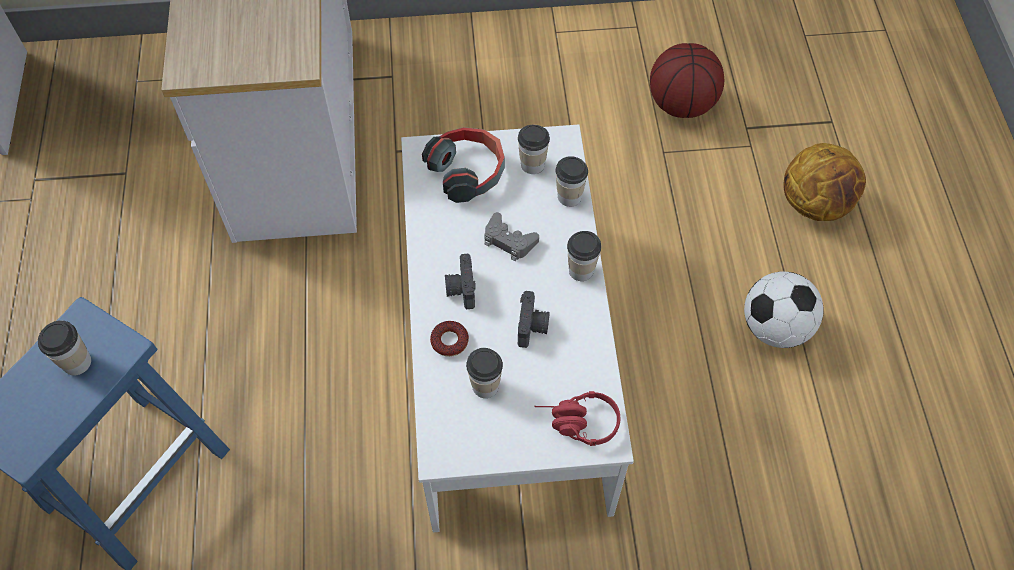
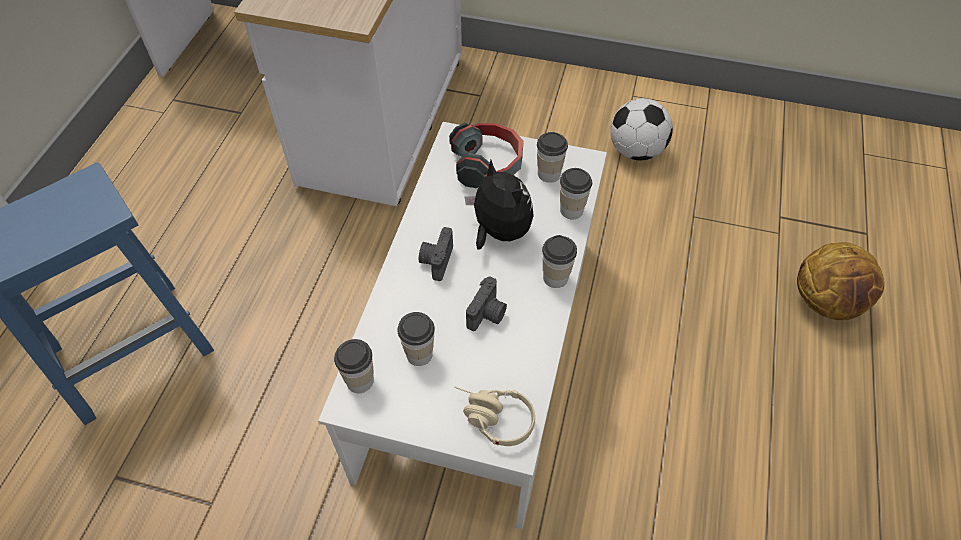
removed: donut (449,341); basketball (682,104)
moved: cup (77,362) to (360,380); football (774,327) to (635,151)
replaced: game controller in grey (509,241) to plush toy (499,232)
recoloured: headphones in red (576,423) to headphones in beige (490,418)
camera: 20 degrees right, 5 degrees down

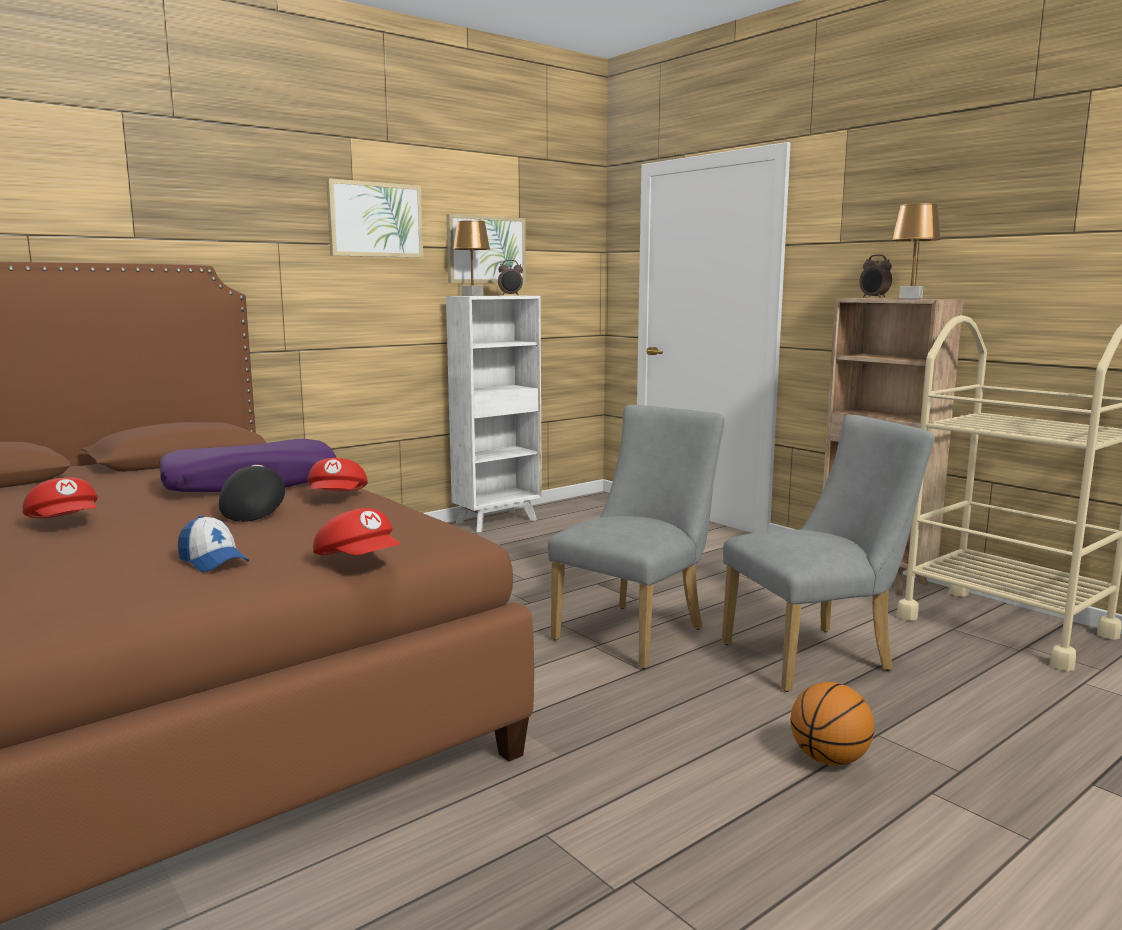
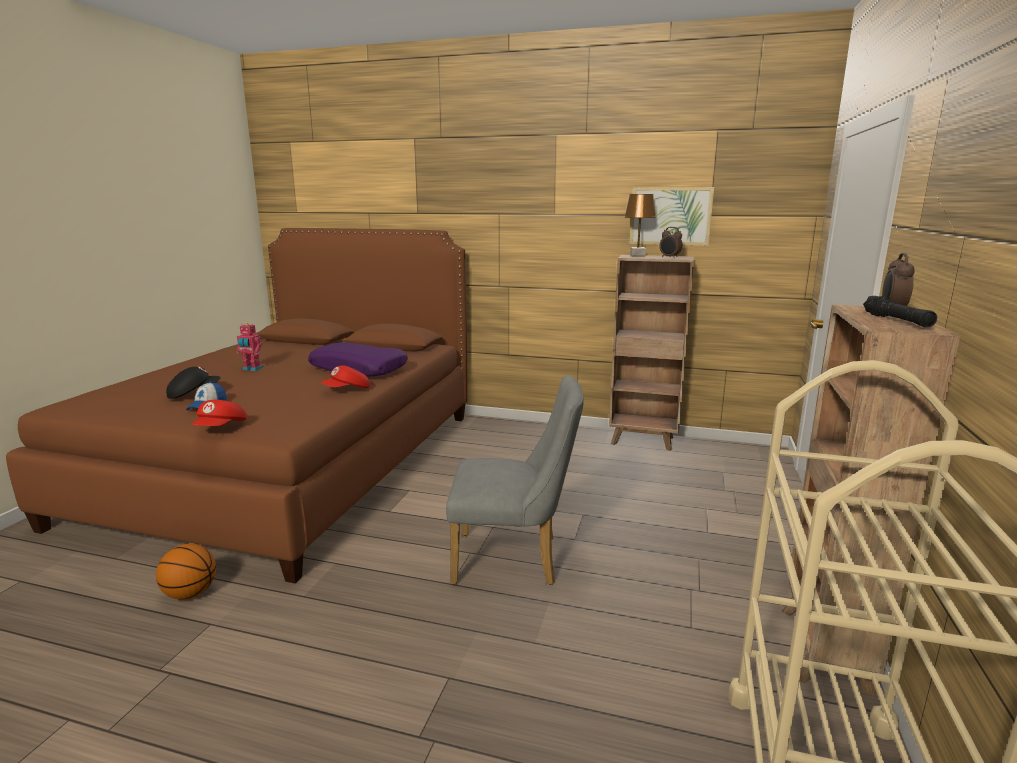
removed: picture (375,220); chair in grey (817,656)
moved: cap in black (254,511) to (193,393); basketball (828,759) to (190,593)
replaced: cap in red (66,523) to toy robot (251,369); table lamp in brown (910,298) to flashlight in black (897,321)
recoloured: bookcase in white (498,521) to bookcase in brown (643,441)
camera: 55 degrees right, 5 degrees up

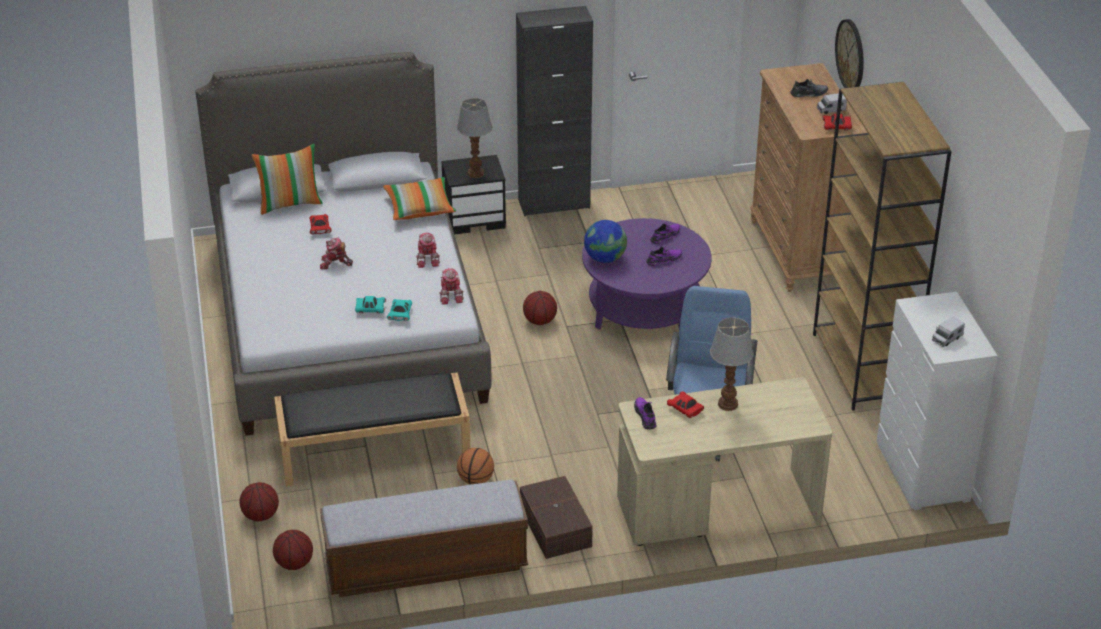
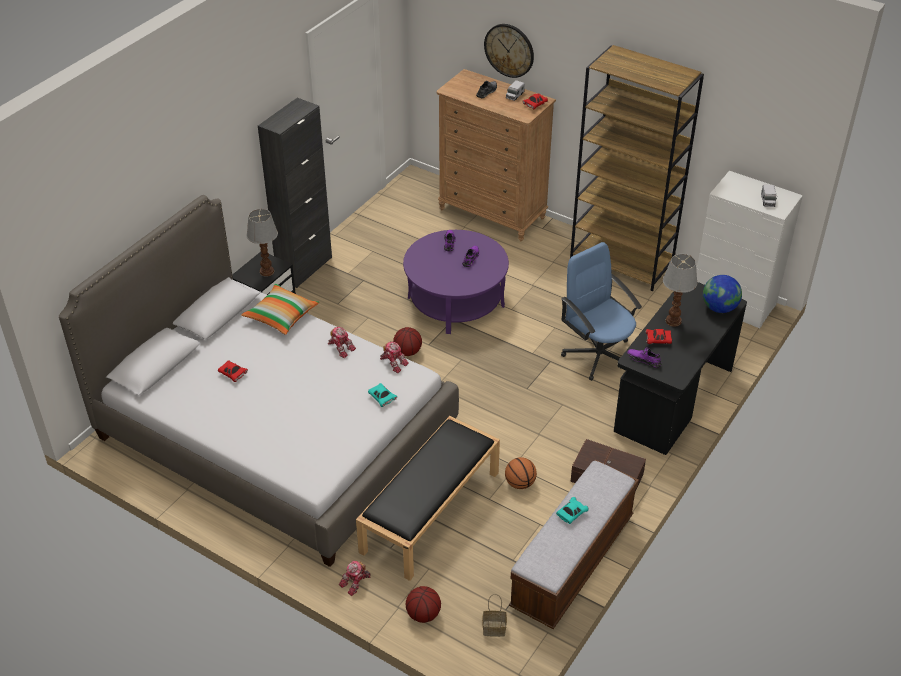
removed: pillow (290,203)
moved: toy robot (335,263) to (356,582); toy car in turquoise (370,309) to (571,514); globe (605,258) to (719,308)
replaced: basketball (294,563) to basket (493,629)
recoloured: desk in beige (717,510) to desk in black (672,400)
camera: 45 degrees left, 5 degrees up

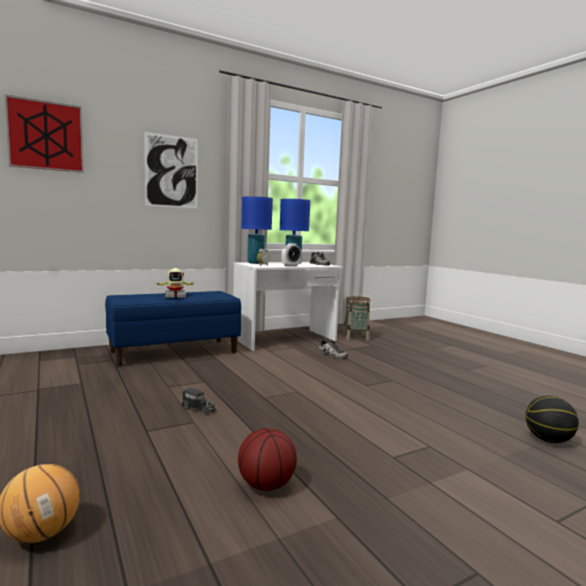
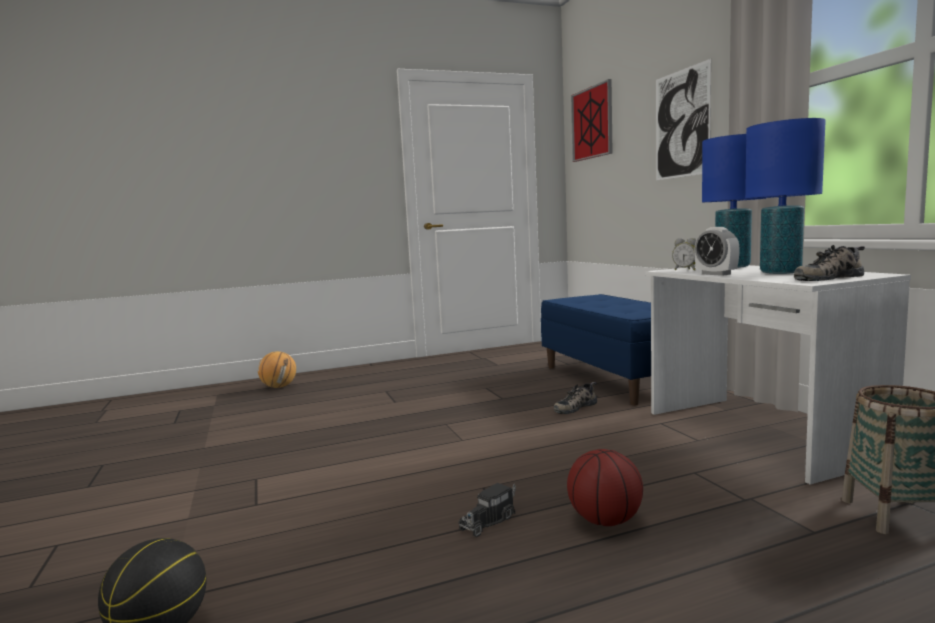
removed: toy robot (175,296)
moved: toy truck (197,408) to (489,521); basketball (266,485) to (604,520); shoe (331,355) to (575,406)
camera: 100 degrees right, 0 degrees up

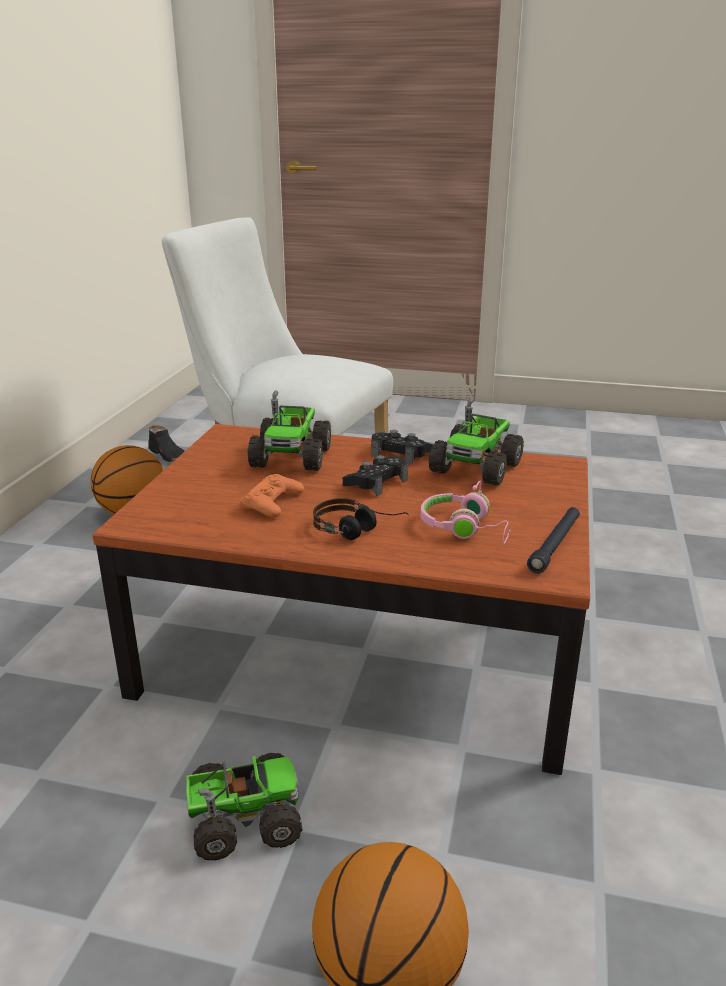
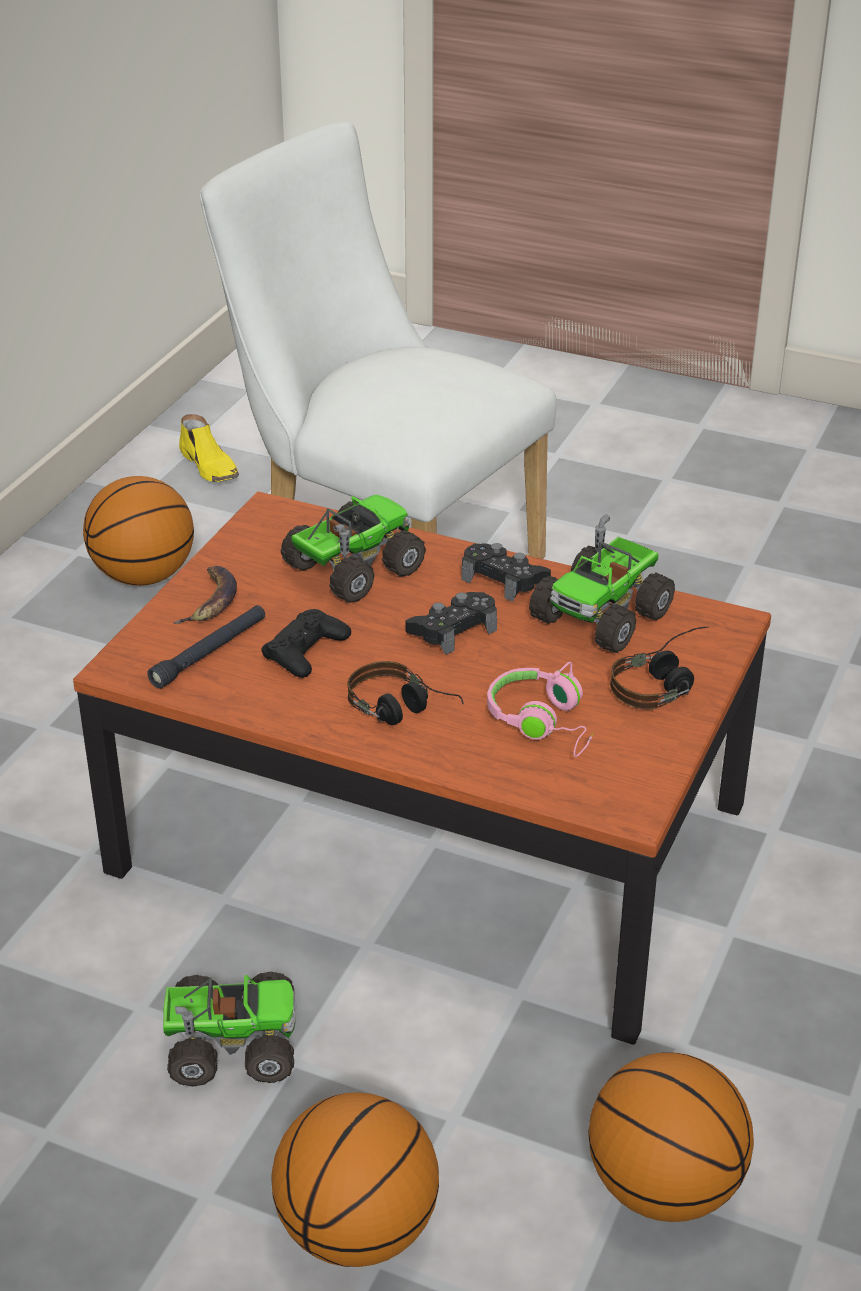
added: banana (210,600); basketball (664,1188); headphones (665,683)
moved: flashlight in black (555,545) to (210,653)
recoloured: shoe in black (169,455) to shoe in yellow (210,466); game controller in orange (272,502) to game controller in black (306,651)
turned: toy truck (292,457) = (351,569) 150 degrees counterclockwise
camera: 10 degrees right, 10 degrees up

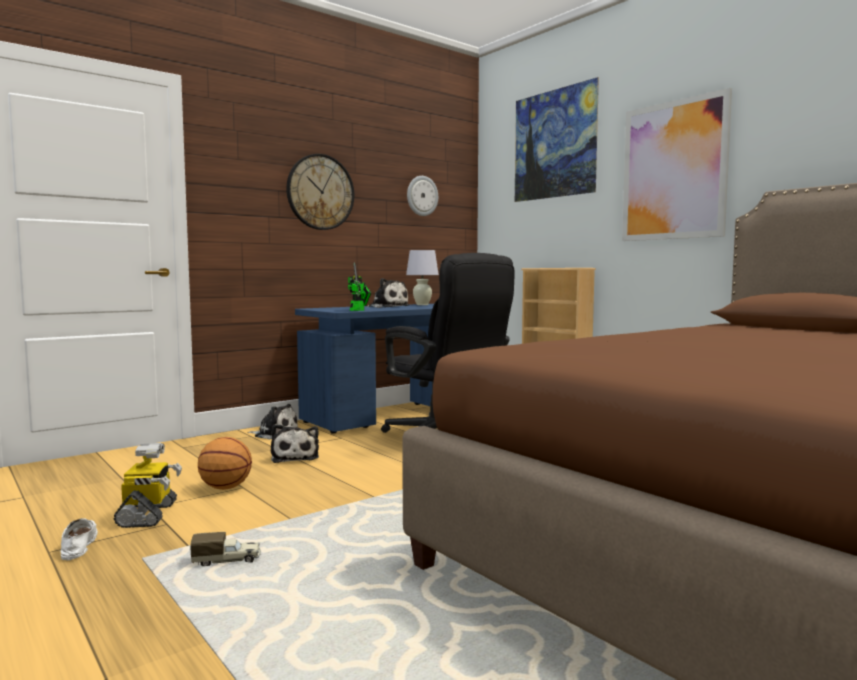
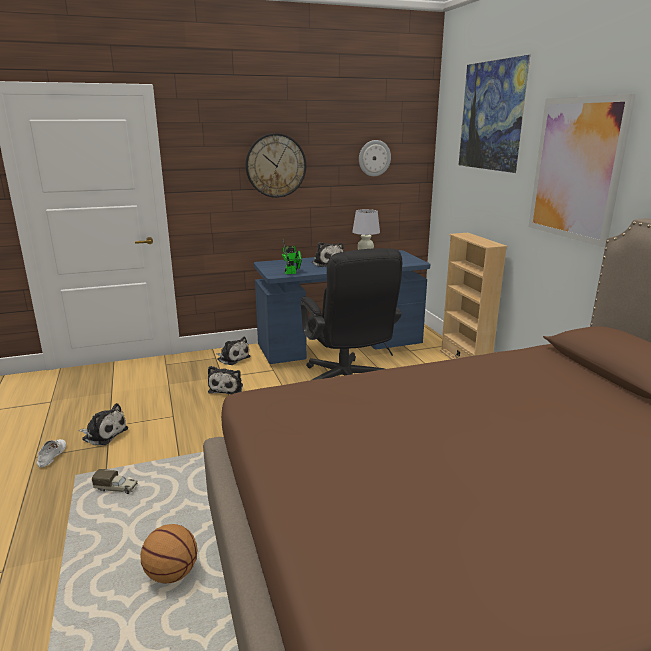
moved: basketball (225,488) to (171,574)
replaced: toy robot (148,515) to plush toy (103,434)
camera: 20 degrees right, 15 degrees up

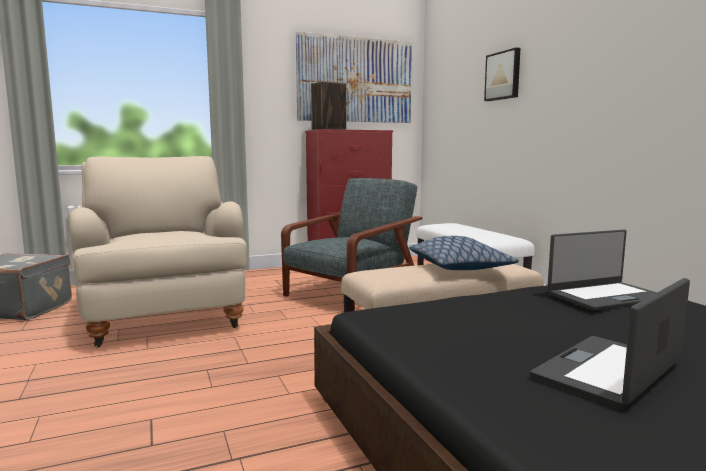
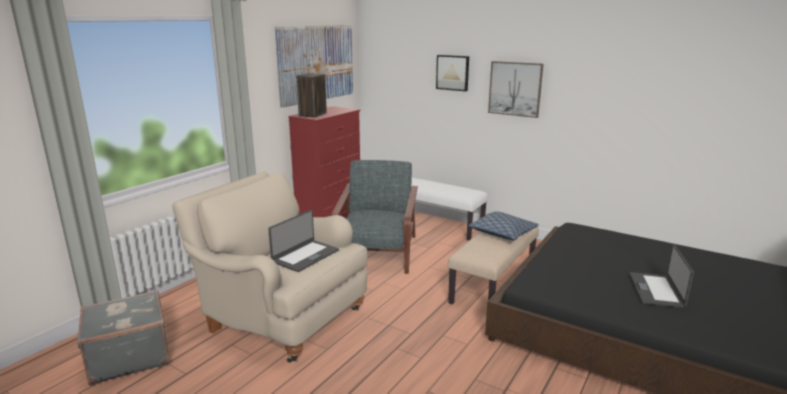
added: picture (515,89)
moved: laptop (605,296) to (305,256)
camera: 35 degrees left, 10 degrees up

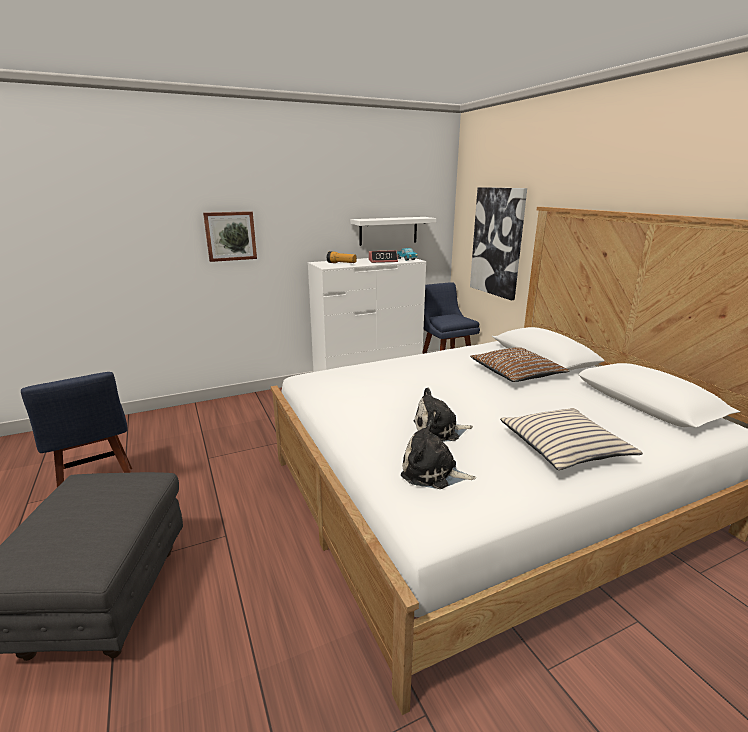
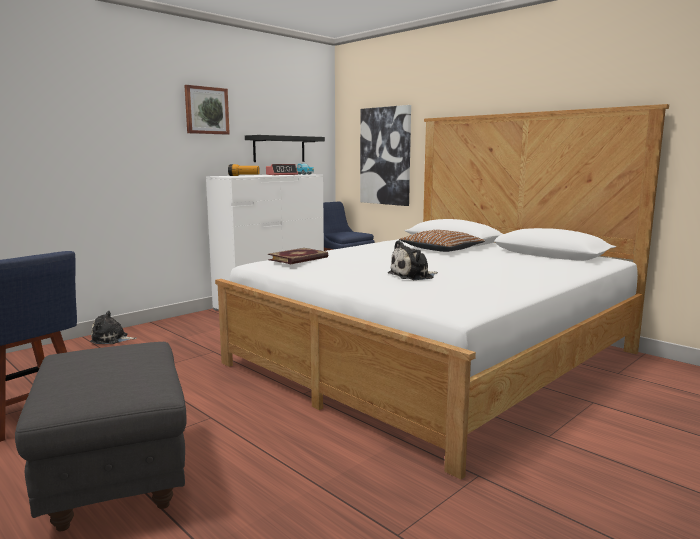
removed: pillow in beige (564,447)
added: book (299,259)
moved: picture (230,236) to (206,110); plush toy (433,472) to (111,339)
recoloured: shelf in white (388,231) to shelf in black (279,149)
camera: 20 degrees left, 10 degrees down

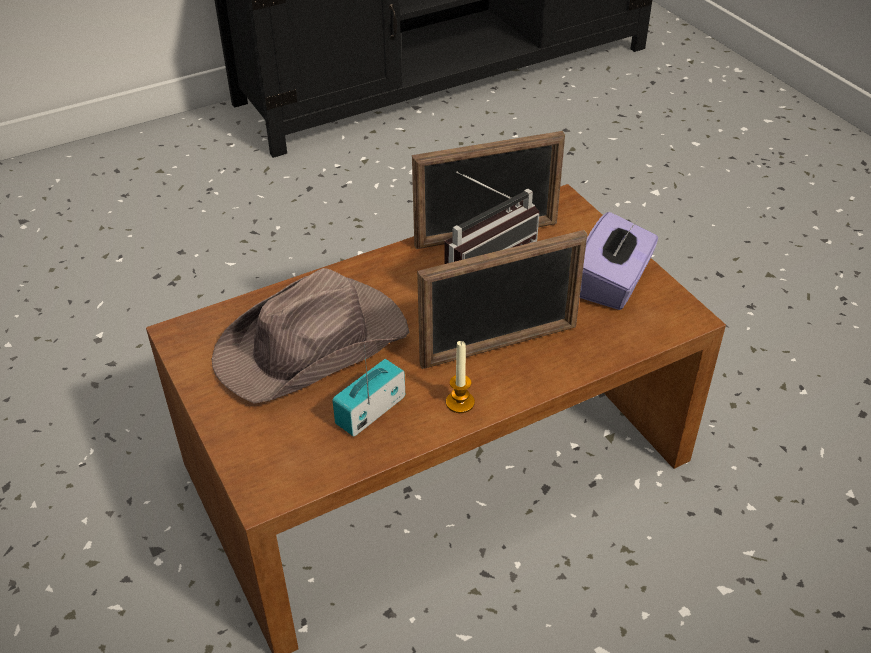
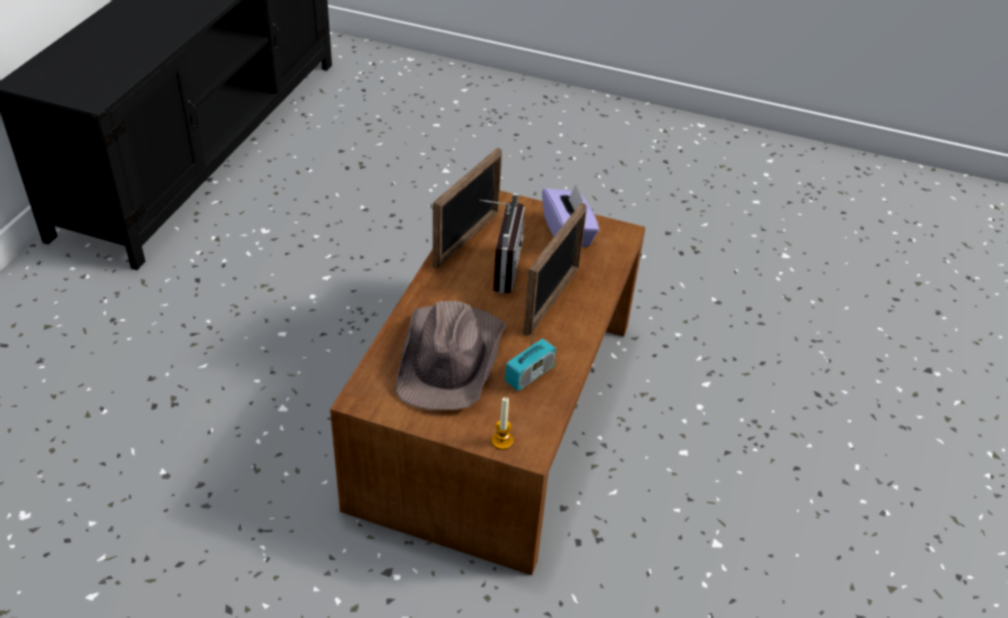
moved: candle (460,402) to (502,441)
turned: radio (370,411) = (529,375) 135 degrees counterclockwise
camera: 45 degrees left, 0 degrees up

